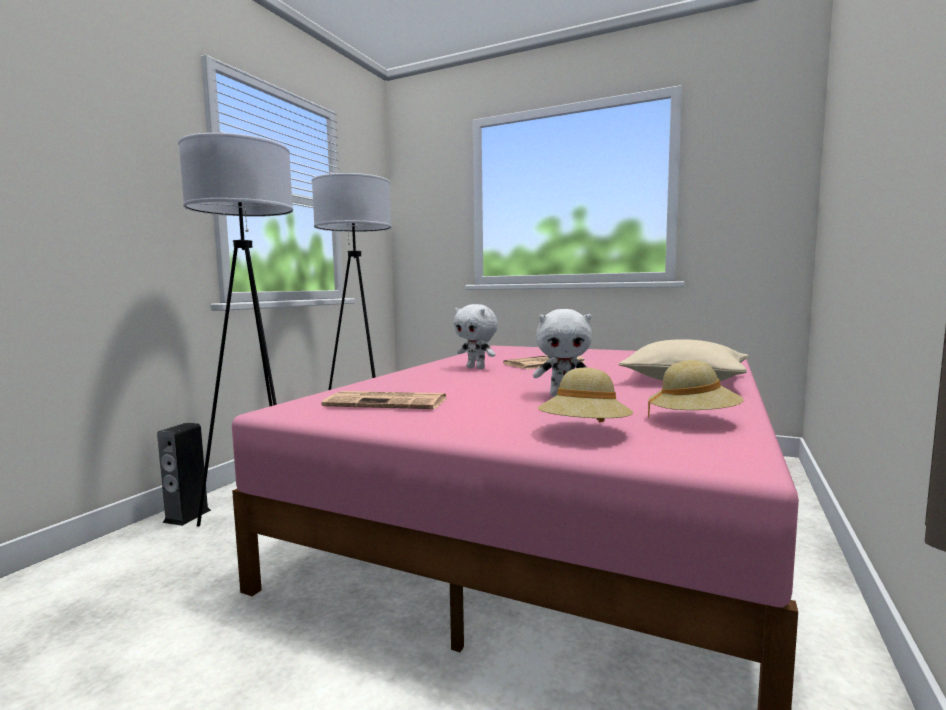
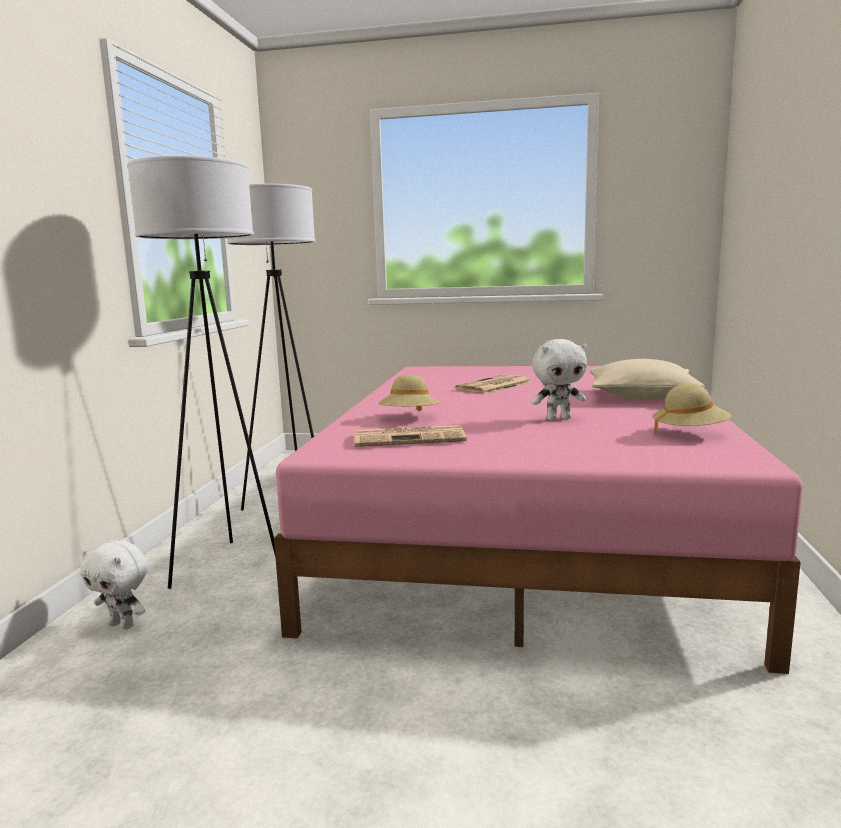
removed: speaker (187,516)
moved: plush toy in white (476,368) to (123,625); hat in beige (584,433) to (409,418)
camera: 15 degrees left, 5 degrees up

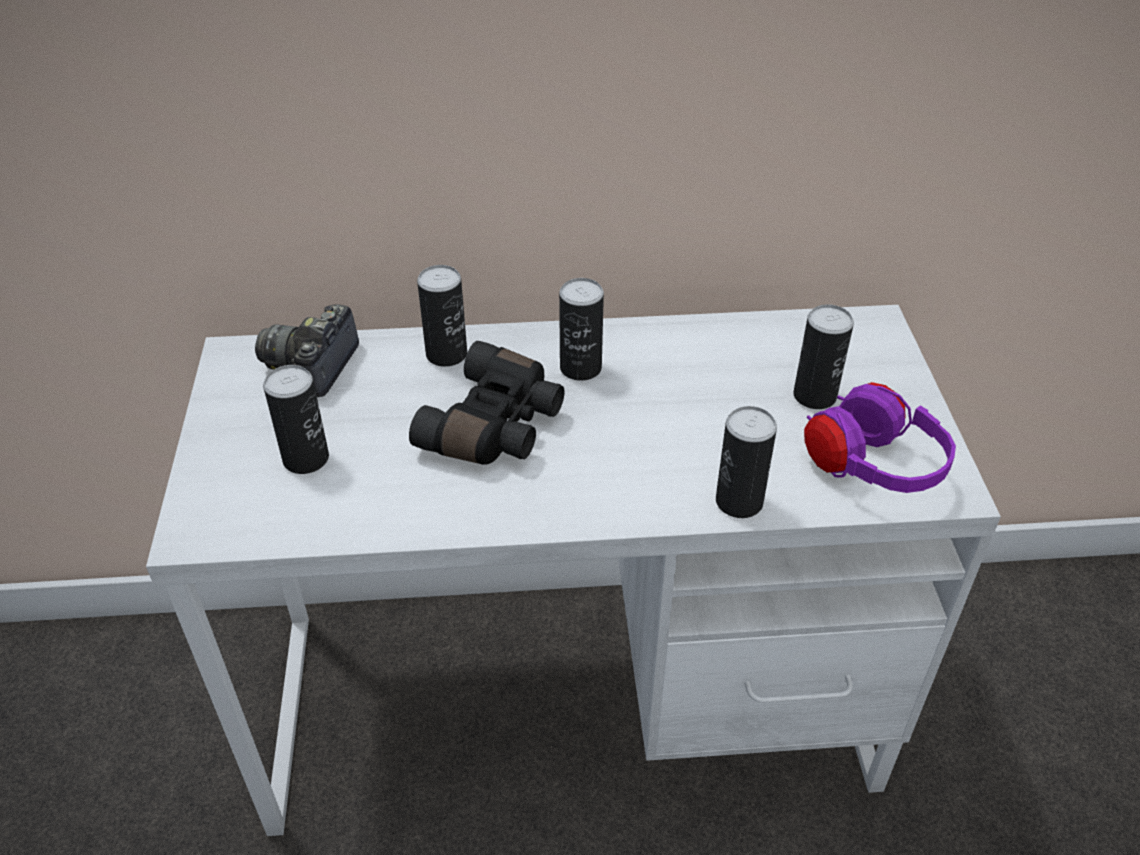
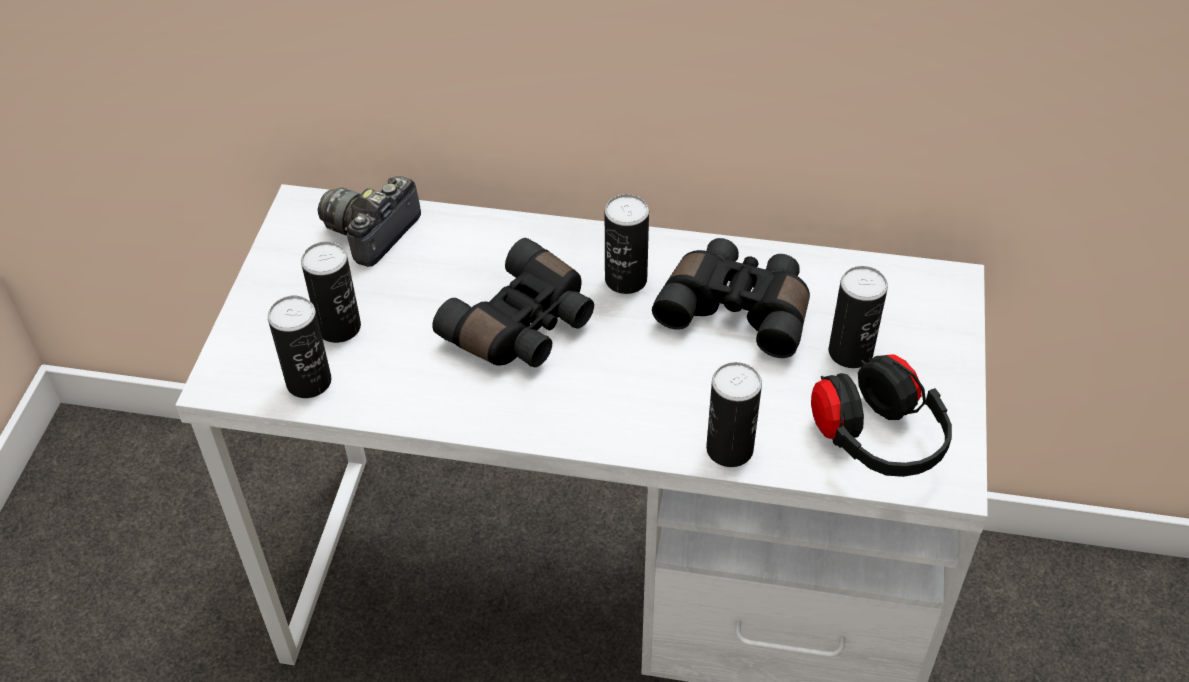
added: binoculars in black (737,309)
moved: can (446,354) to (309,382)
recoloured: headphones in purple (872,469) to headphones in black (876,441)
camera: 15 degrees right, 5 degrees up

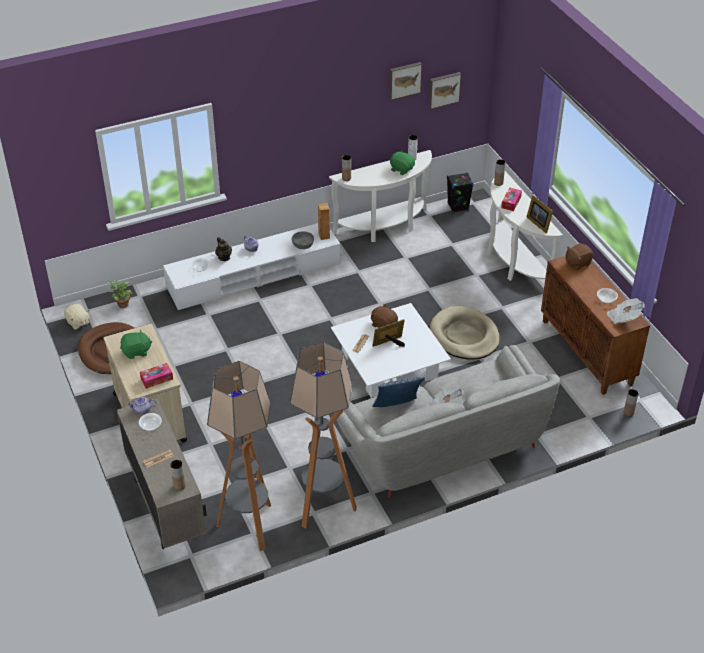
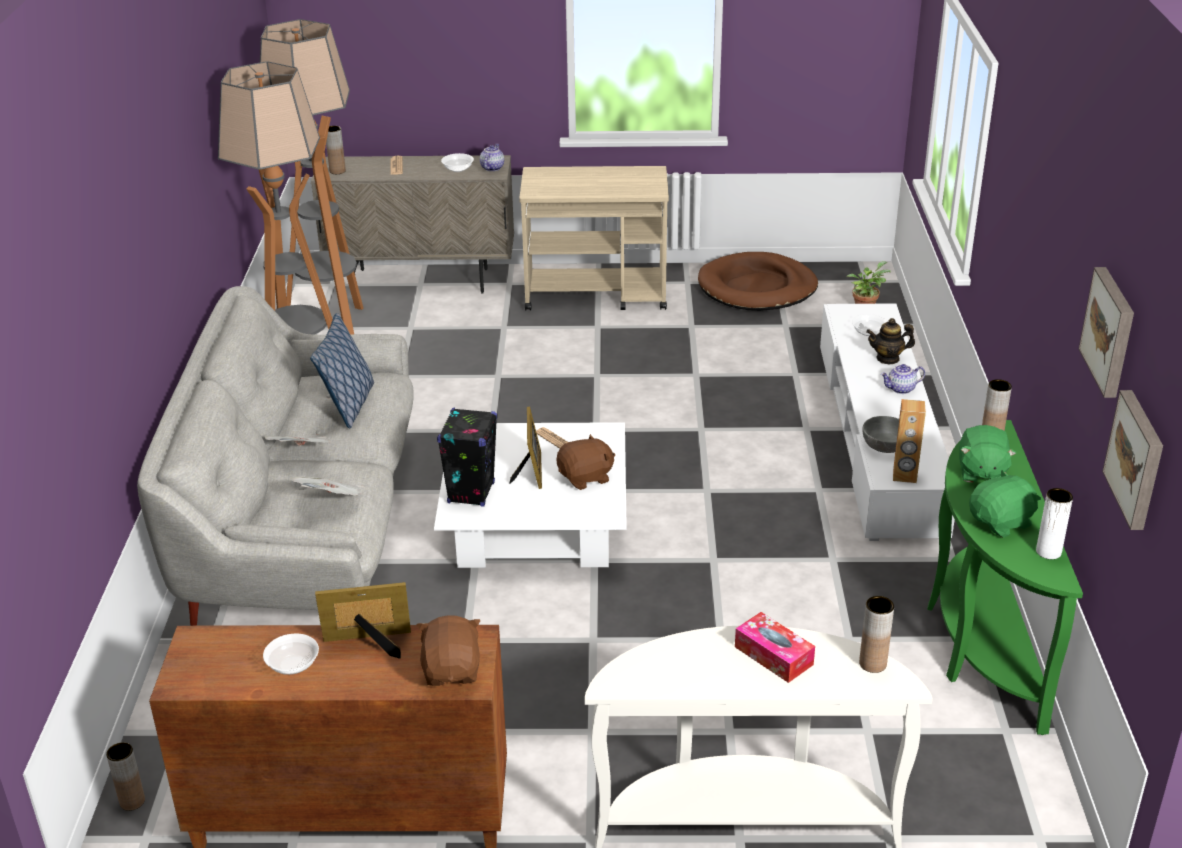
removed: plush toy in beige (78,322); tissue box (157,379); dog bed in beige (464,336)
moved: plush toy in green (136,352) to (981,472); speaker in black (458,207) to (471,493); picture frame (539,223) to (370,643); newspaper (623,317) to (333,500)
recoloured: console table in white (385,227) to console table in green (979,641)
camera: 115 degrees right, 10 degrees down

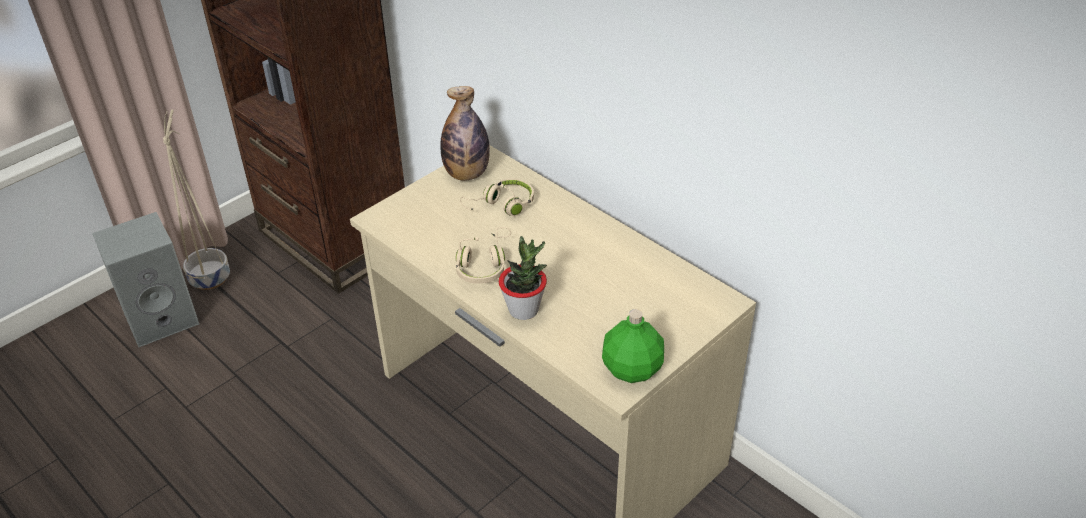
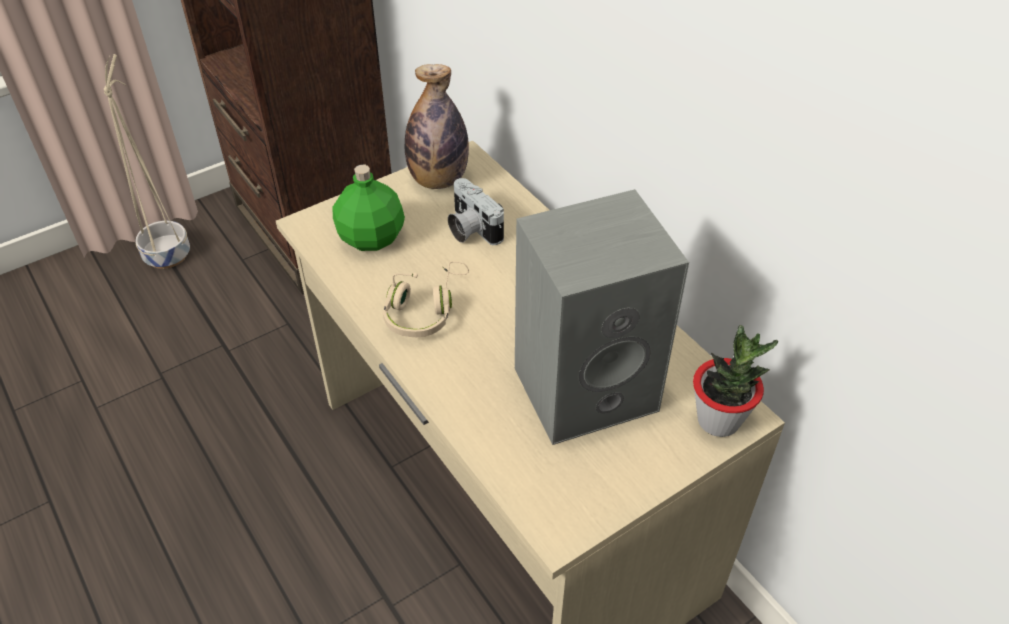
moved: speaker in grey (163,317) to (587,386); potted plant (524,310) to (718,420); bottle in green (632,369) to (371,238)
replaced: headphones in beige (501,205) to photo camera (470,229)
camera: 10 degrees right, 5 degrees up

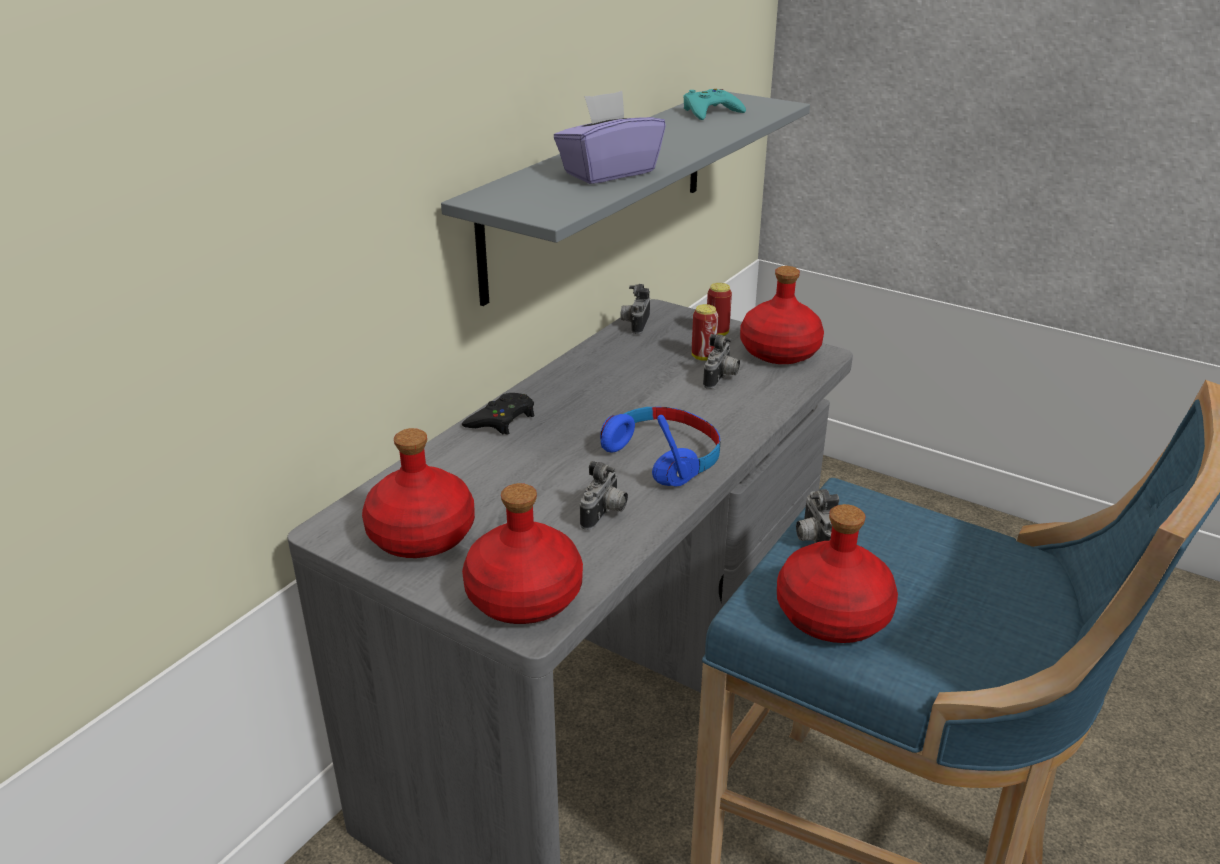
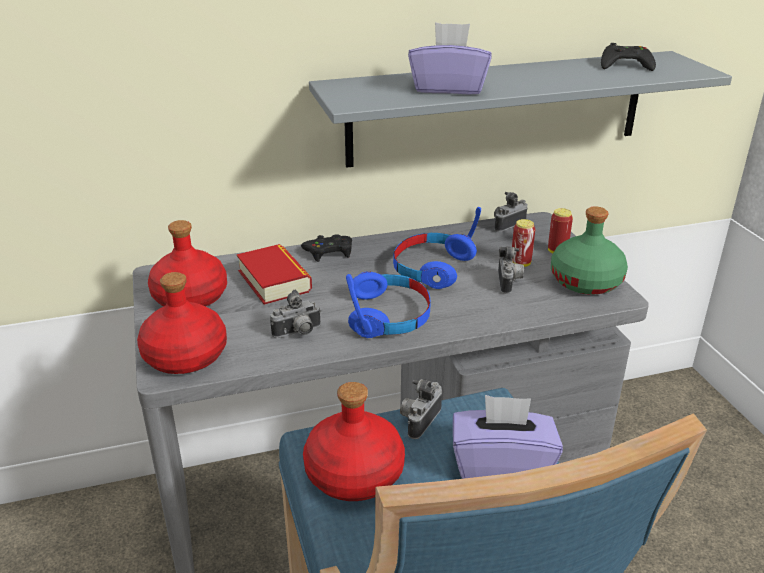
added: book (274,281); headphones in blue (431,268); tissue box in purple (501,465)
recoloured: game controller in turquoise (710,112) to game controller in black (625,65); bottle in red (780,351) to bottle in green (586,281)
turned: photo camera (721,379) = (509,283) 60 degrees counterclockwise
camera: 40 degrees right, 0 degrees up

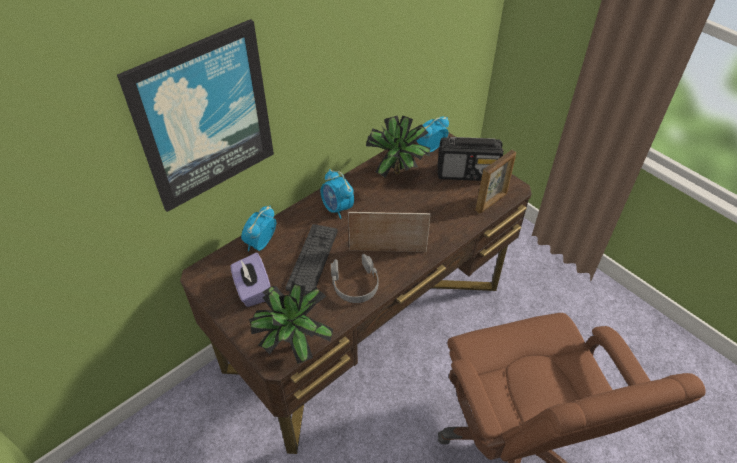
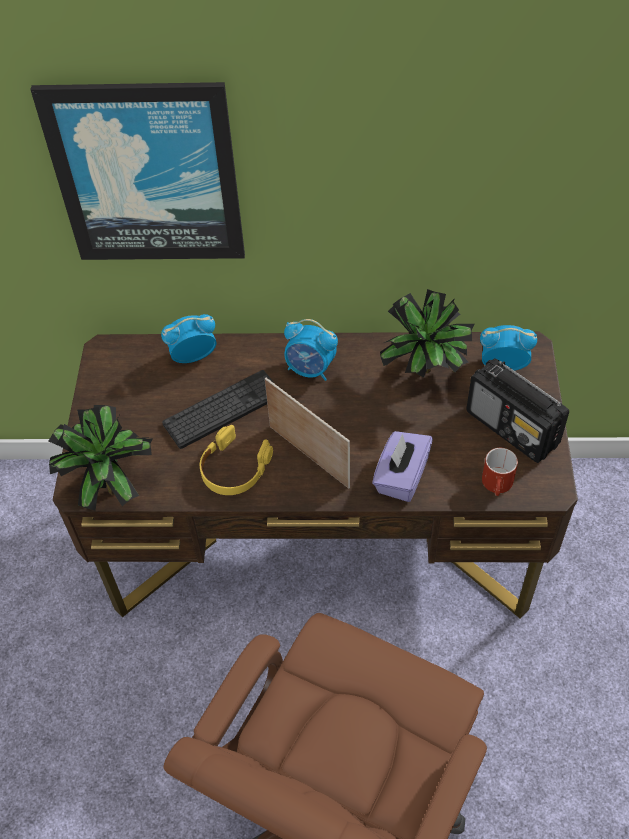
moved: tissue box in purple (253,290) to (401,477)
replaced: picture frame (491,202) to mug in red (498,486)
recoloured: headphones in grey (355,284) to headphones in yellow (234,468)
turned: alarm clock (337,208) = (310,369) 75 degrees counterclockwise
camera: 45 degrees right, 5 degrees up

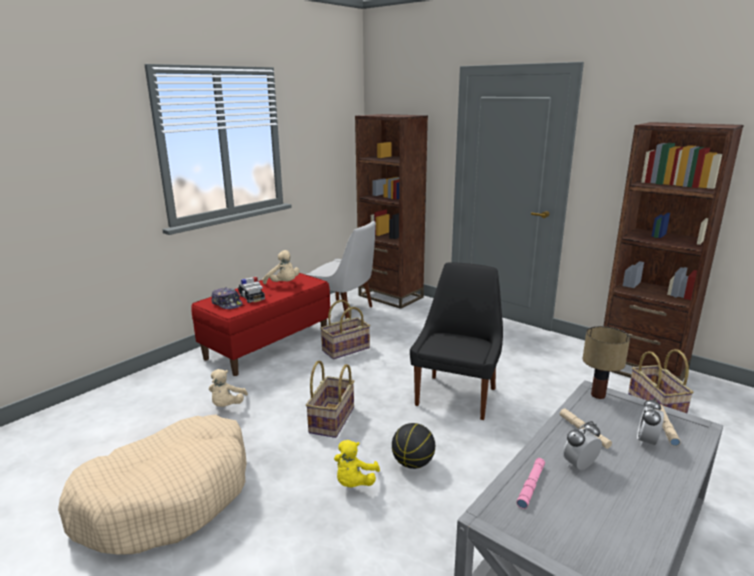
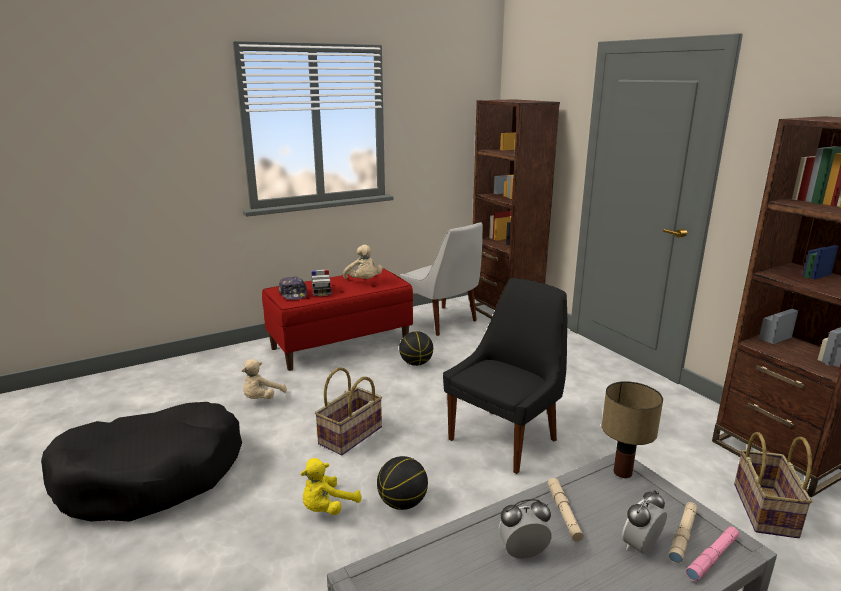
moved: flashlight in pink (531,486) to (712,557)
replaced: basket (346,350) to basketball (416,363)
recoloured: dog bed in beige (167,497) to dog bed in black (152,475)
camera: 20 degrees right, 0 degrees up

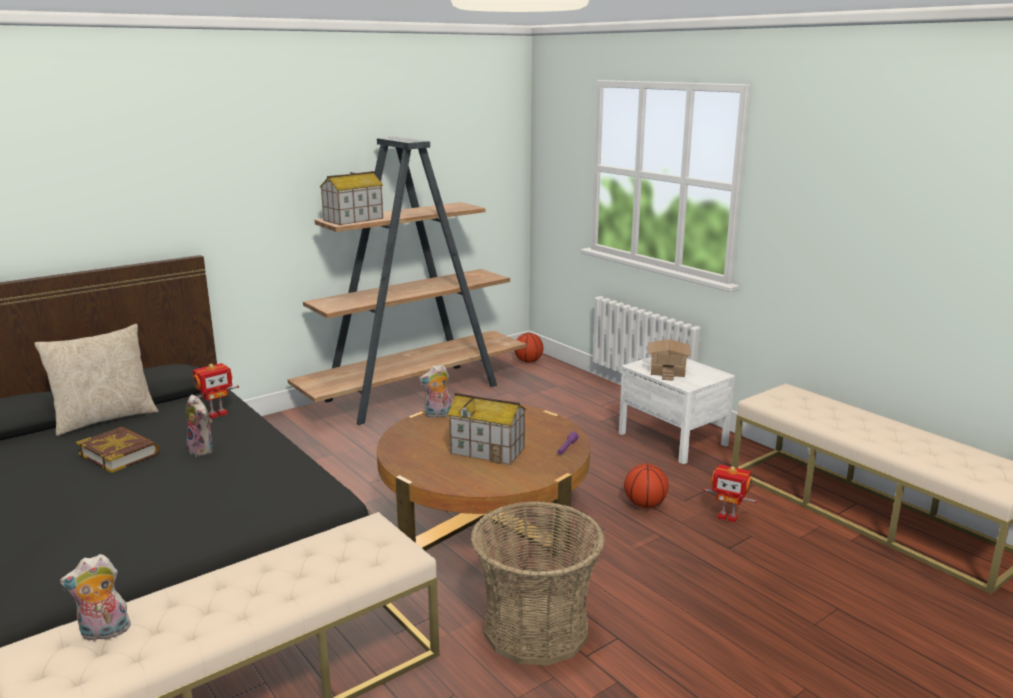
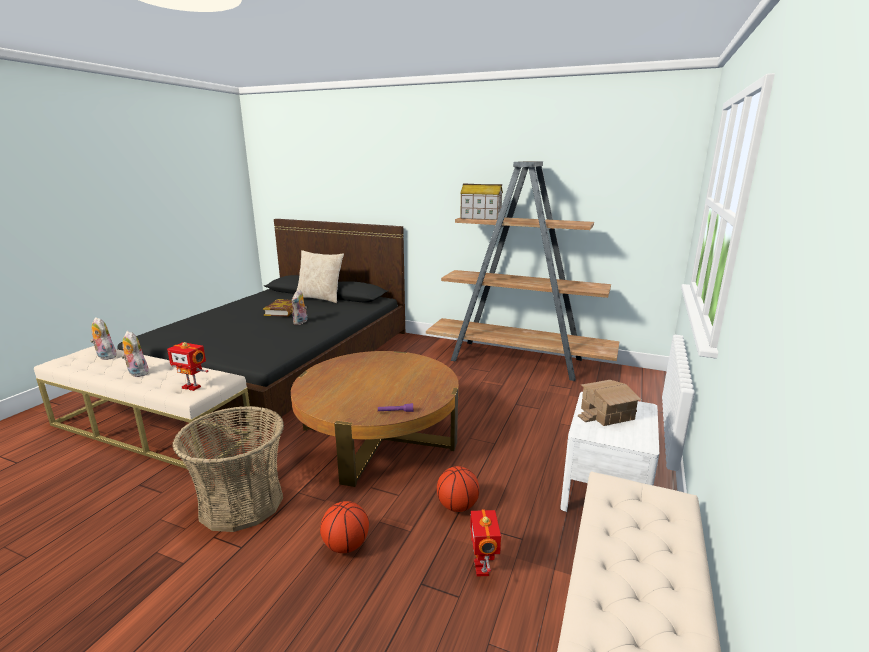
removed: toy house (488,451)
moved: toy robot (217,414) to (192,387); plush toy (437,415) to (136,373); basketball (528,361) to (345,545)
camera: 60 degrees right, 0 degrees up

